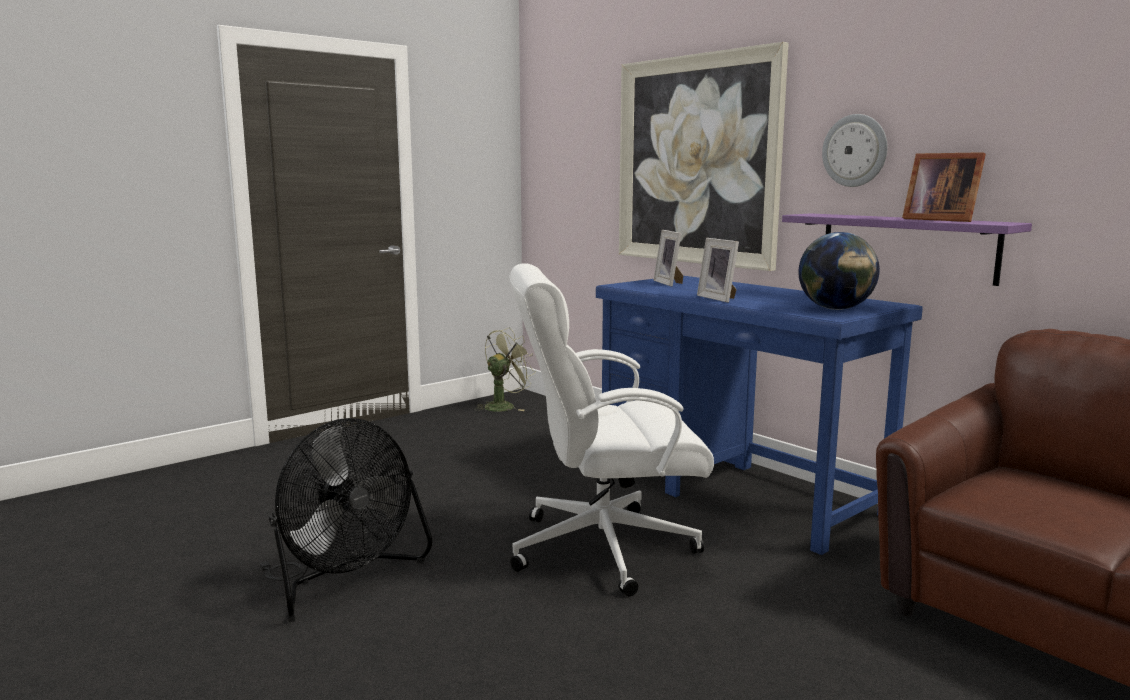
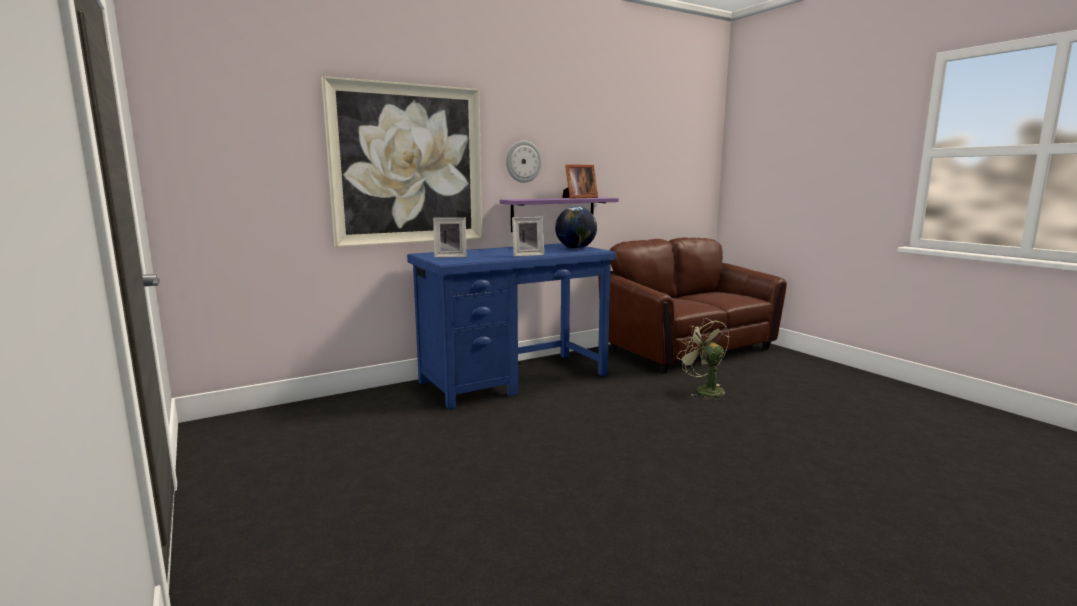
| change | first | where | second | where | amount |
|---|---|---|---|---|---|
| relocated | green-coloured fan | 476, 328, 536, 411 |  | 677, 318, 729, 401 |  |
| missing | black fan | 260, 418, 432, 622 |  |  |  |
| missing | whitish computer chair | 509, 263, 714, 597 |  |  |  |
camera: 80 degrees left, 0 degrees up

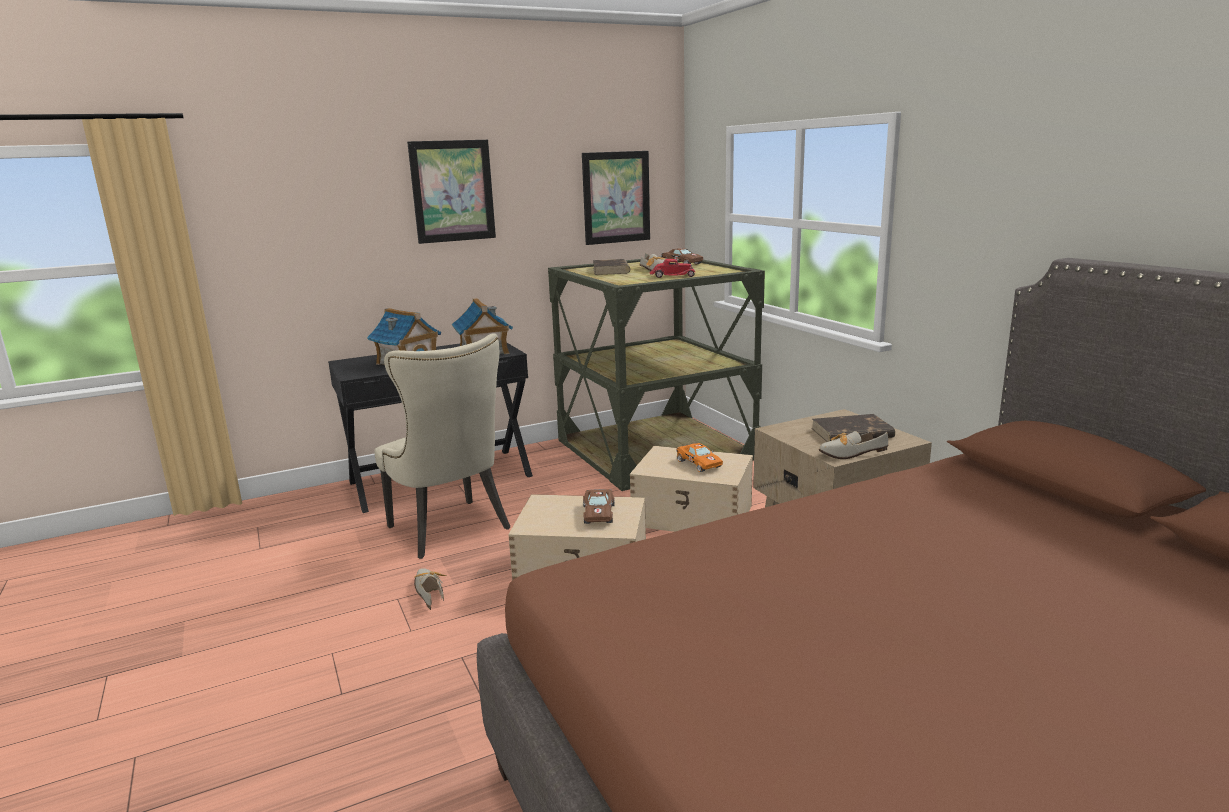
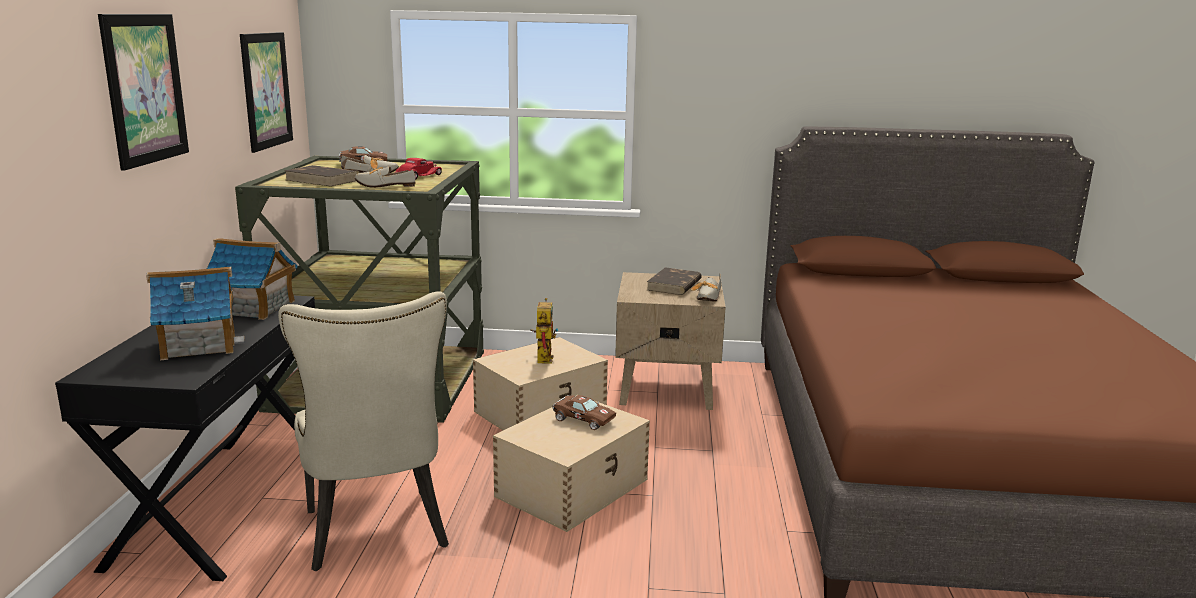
| change | first | where | second | where | amount |
|---|---|---|---|---|---|
| spun | beige plain chair | 374, 333, 511, 559 |  | 278, 291, 449, 572 | 75 degrees clockwise |
| relocated | shoe | 414, 568, 447, 610 |  | 355, 166, 415, 188 |  |
| exchanged | orangey miniature car | 676, 443, 723, 472 | toy robot | 530, 298, 558, 364 |  |
camera: 60 degrees left, 0 degrees up

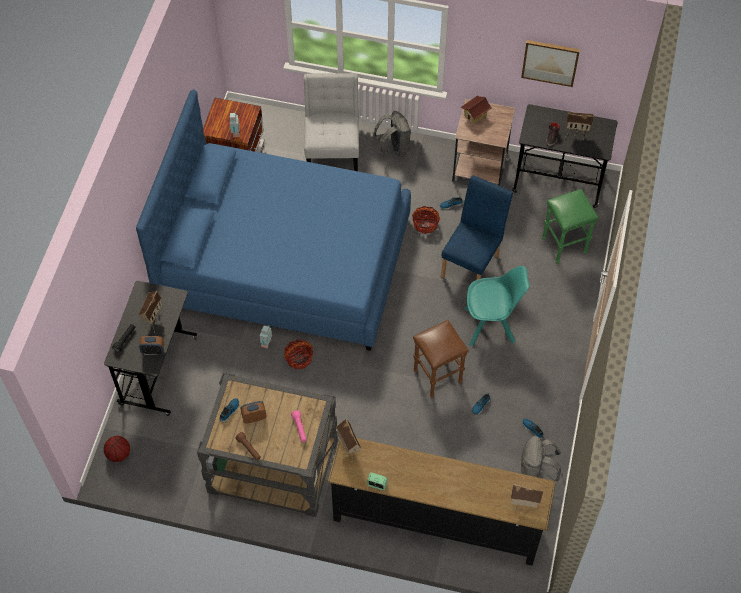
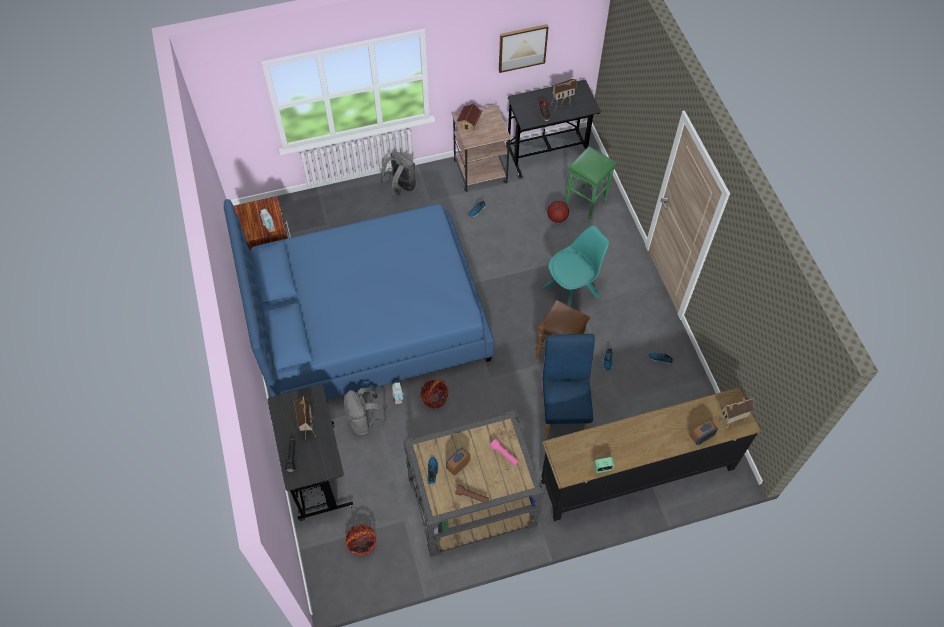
| change | first | where | second | where | amount |
|---|---|---|---|---|---|
| relocated | grey backpack | 521, 436, 561, 481 |  | 344, 388, 387, 435 |  |
| relocated | basket | 412, 206, 440, 234 |  | 345, 524, 376, 556 |  |
| relocated | bluish plain chair | 441, 175, 513, 280 |  | 542, 334, 595, 439 |  |
| relocated | basketball | 104, 436, 130, 462 |  | 547, 201, 569, 223 |  |
| relocated | alarm clock | 139, 336, 164, 355 |  | 690, 420, 718, 445 |  |
| missing | whitish plain chair | 304, 73, 359, 171 |  |  |  |
| missing | toy house | 336, 419, 361, 463 |  |  |  |
camera: 30 degrees left, 0 degrees up

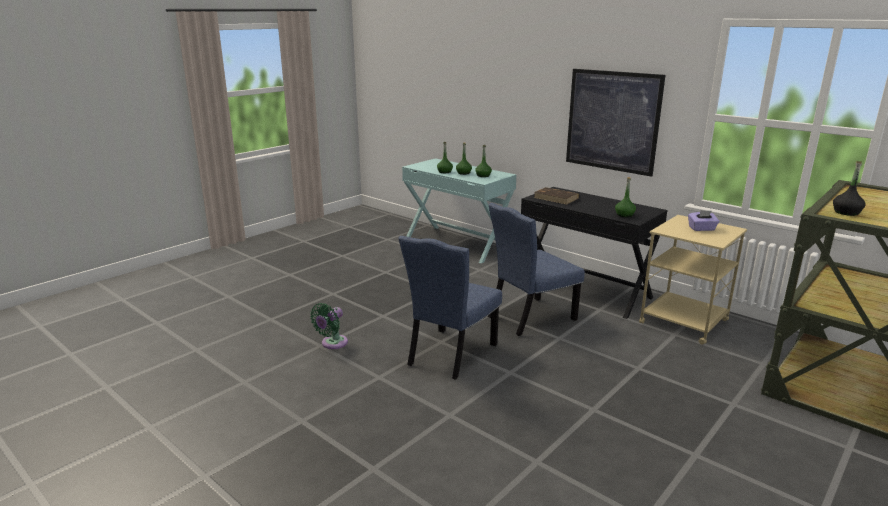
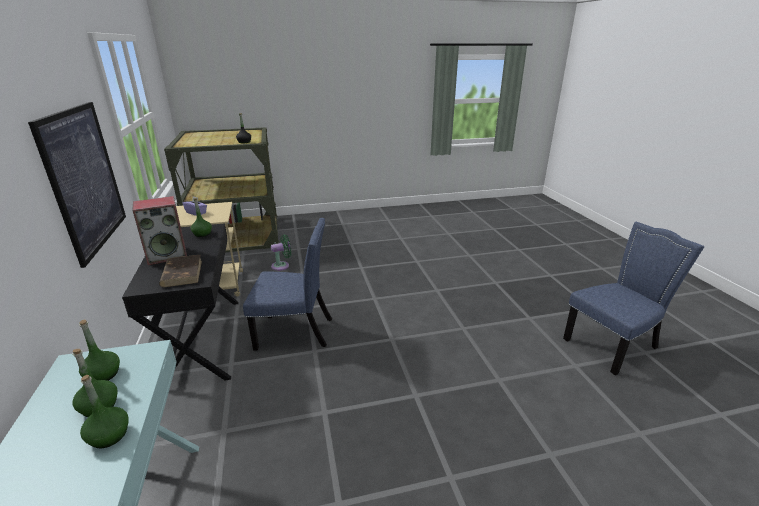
| change | first | where | second | where | amount |
|---|---|---|---|---|---|
| appeared |  |  | audio speaker | 132, 196, 187, 265 |  |
| relocated | green-coloured fan | 310, 303, 348, 349 |  | 271, 235, 291, 271 |  |
| relocated | bluish plain chair | 398, 236, 502, 380 |  | 563, 222, 705, 376 |  |
camera: 145 degrees left, 5 degrees up

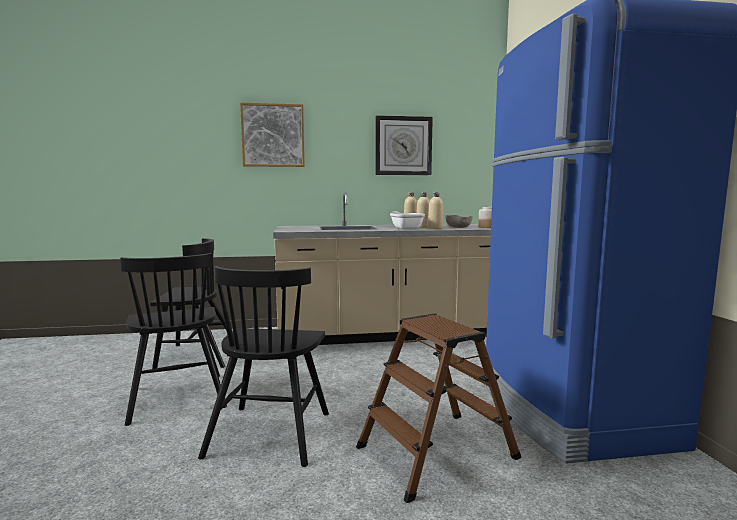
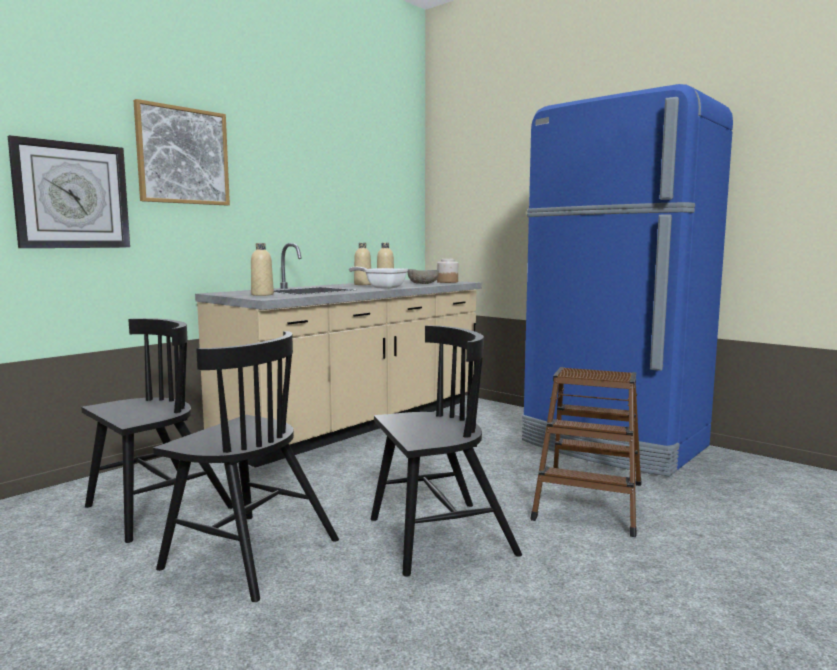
| change | first | where | second | where | amount |
|---|---|---|---|---|---|
| relocated | wall clock | 375, 115, 433, 175 |  | 8, 135, 130, 248 |  |
| relocated | beige bottle | 428, 192, 443, 229 |  | 251, 243, 274, 296 |  |
| spun | black plain chair | 198, 266, 329, 467 |  | 371, 325, 522, 577 | 75 degrees counterclockwise |
camera: 40 degrees left, 0 degrees up

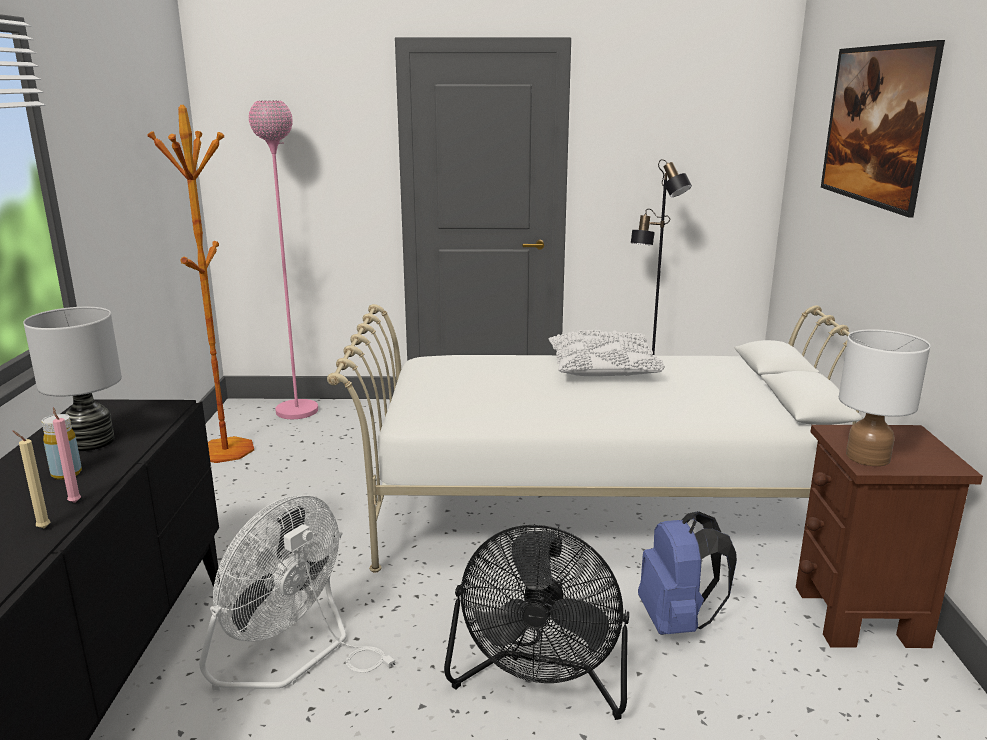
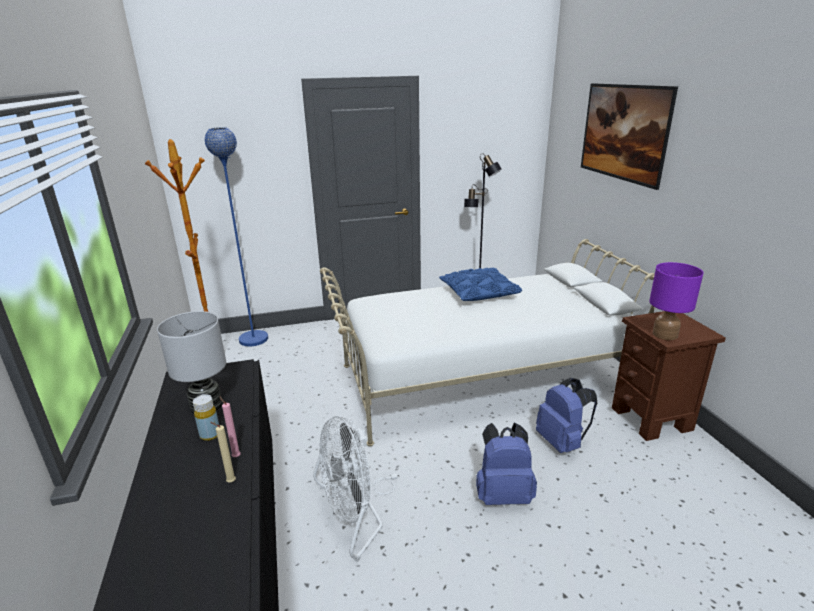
| change | first | where | second | where | amount |
|---|---|---|---|---|---|
| colour | pinkish standard lamp | 249, 101, 318, 419 | bluish standard lamp | 205, 127, 268, 346 |  |
| spun | whitish fan | 199, 495, 395, 691 |  | 313, 416, 399, 562 | 45 degrees counterclockwise |
| colour | whitish cushion | 549, 330, 665, 376 | bluish cushion | 439, 267, 522, 301 |  |
| exchanged | black fan | 444, 524, 629, 720 | bluish backpack | 476, 423, 537, 505 |  |
| colour | whitish lamp for a table | 839, 329, 930, 466 | purple-coloured lamp for a table | 649, 262, 704, 340 |  |
camera: 15 degrees left, 5 degrees up

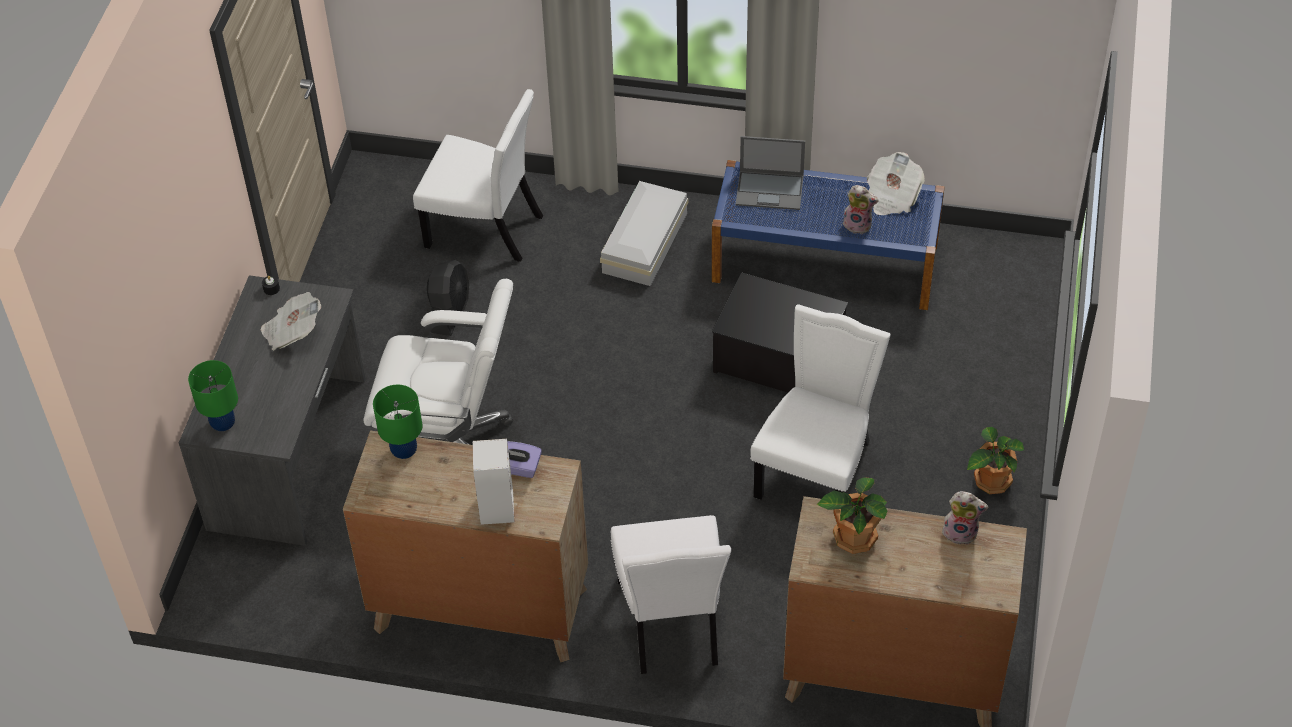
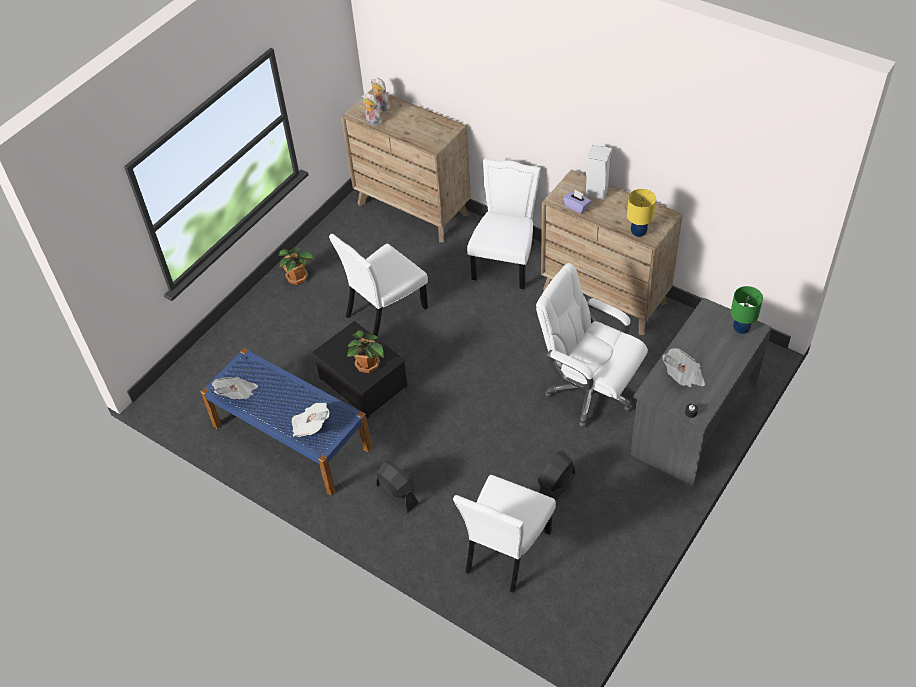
| change | first | where | second | where | amount |
|---|---|---|---|---|---|
| exchanged | portable computer | 736, 136, 805, 210 | printed paper | 292, 403, 329, 437 |  |
| relocated | plant in a pot | 817, 477, 888, 554 |  | 347, 330, 383, 373 |  |
| relocated | cuddly toy | 843, 185, 878, 234 |  | 371, 78, 390, 111 |  |
| exchanged | whitish storage box | 600, 181, 688, 286 | black fan | 375, 460, 418, 513 |  |
| spun | whitish plain chair | 413, 89, 543, 262 |  | 453, 475, 556, 592 | 105 degrees counterclockwise |
| colour | green-coloured lamp for a table | 373, 385, 423, 459 | yellow-coloured lamp for a table | 627, 189, 656, 237 |  |
camera: 155 degrees left, 0 degrees up

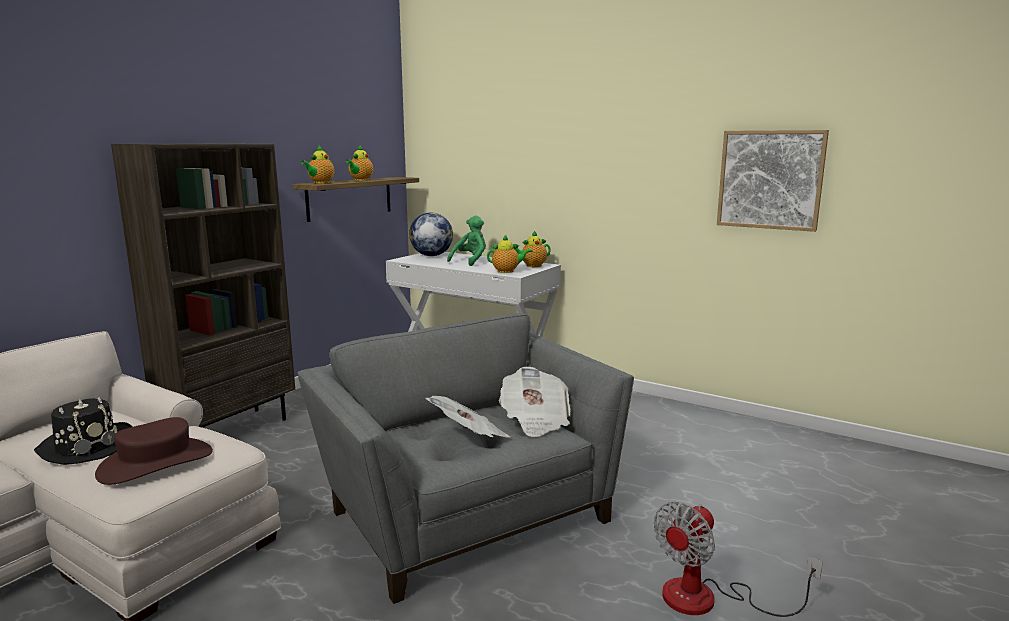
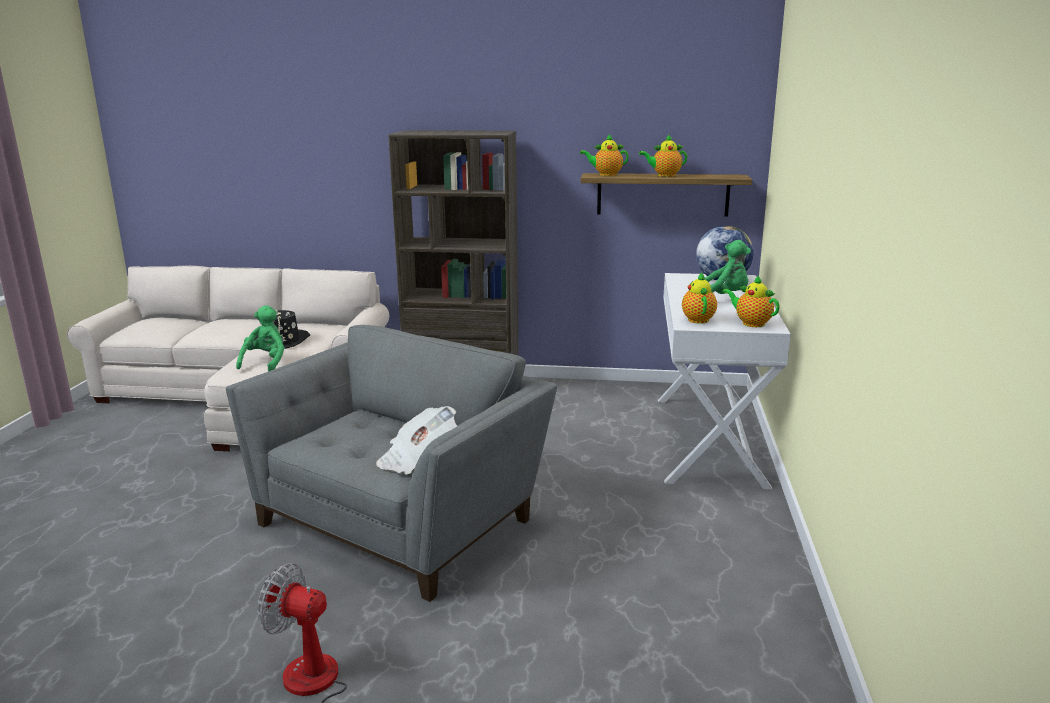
| change | first | where | second | where | amount |
|---|---|---|---|---|---|
| exchanged | brown hat | 95, 417, 213, 485 | green-coloured cuddly toy | 236, 305, 284, 371 |  |
| spun | tea pot | 487, 234, 533, 273 |  | 682, 272, 717, 324 | 150 degrees counterclockwise |
| missing | printed paper | 426, 396, 511, 438 |  |  |  |
| missing | picture | 717, 130, 829, 232 |  |  |  |
camera: 65 degrees right, 5 degrees up

